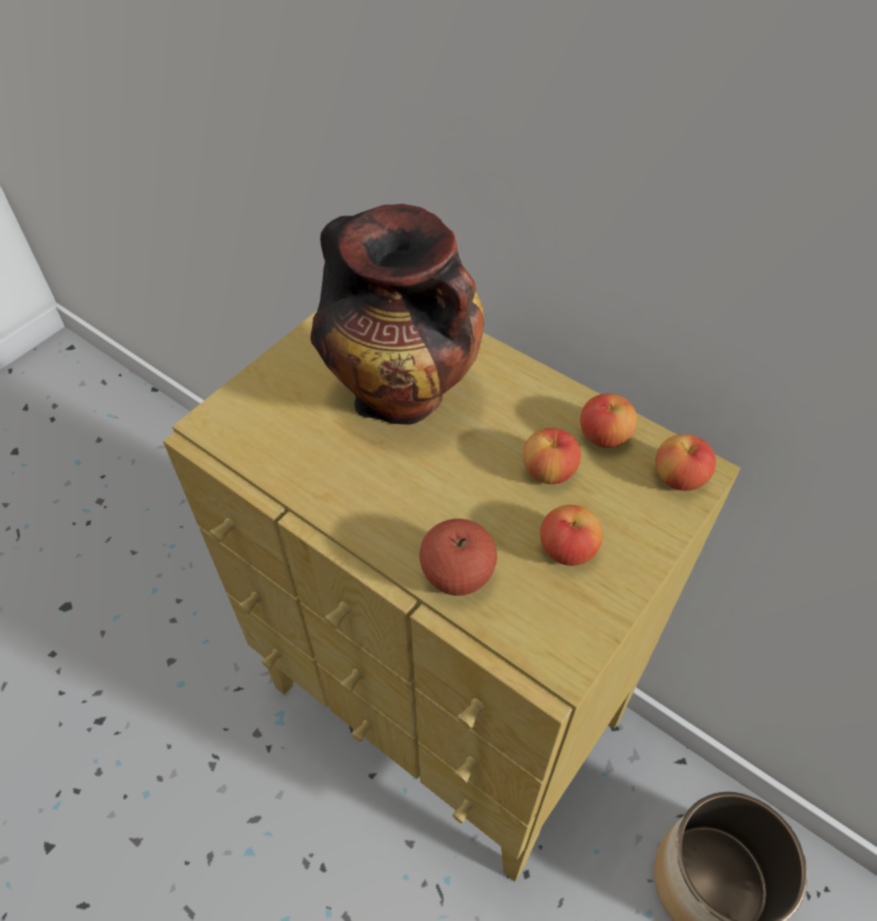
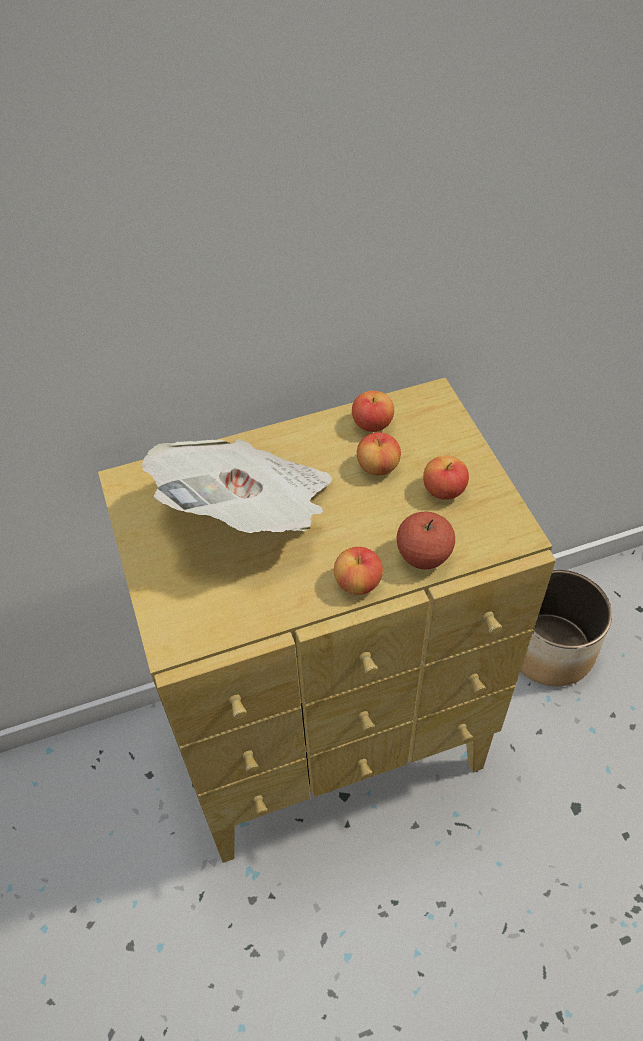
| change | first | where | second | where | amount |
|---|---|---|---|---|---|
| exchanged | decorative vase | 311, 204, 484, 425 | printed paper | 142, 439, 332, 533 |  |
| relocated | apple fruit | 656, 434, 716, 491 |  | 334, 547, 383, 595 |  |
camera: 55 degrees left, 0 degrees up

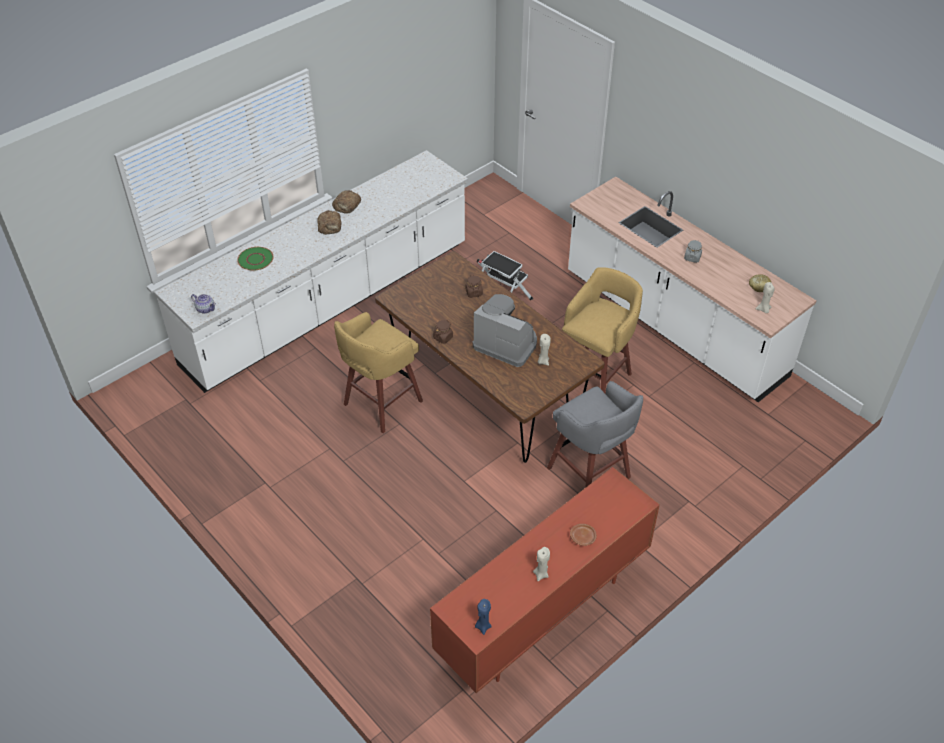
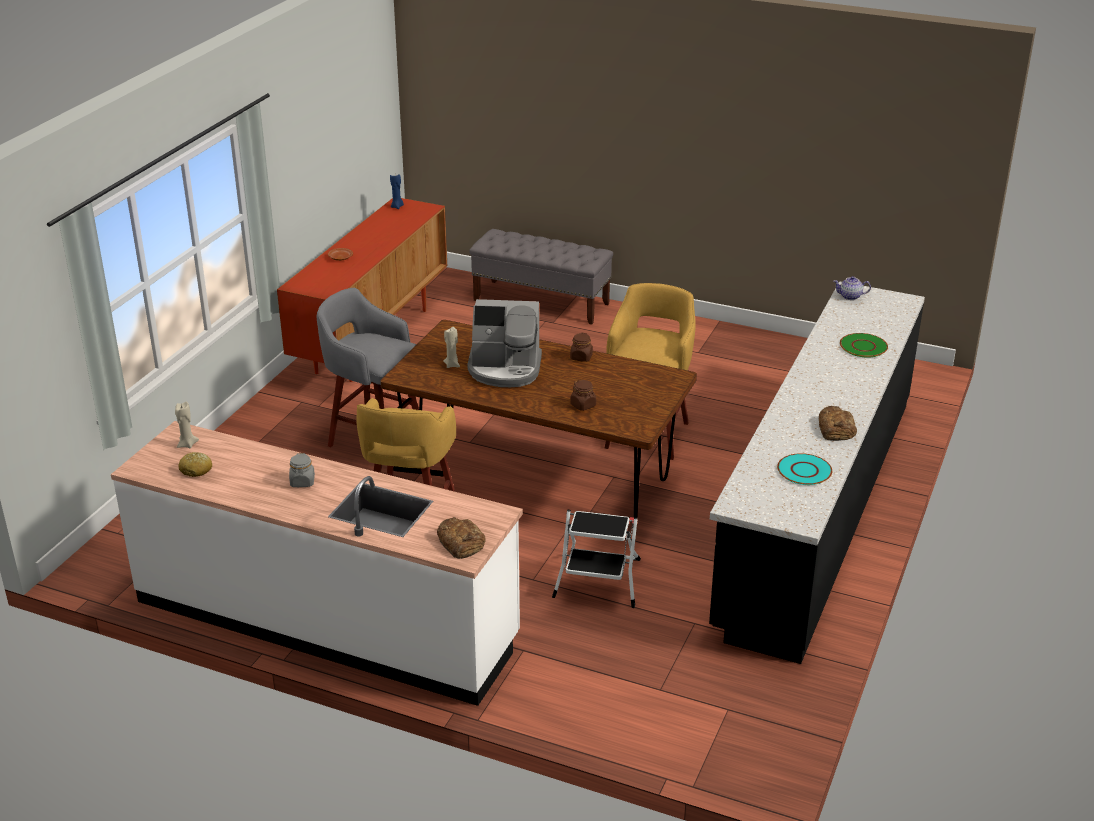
| change | first | where | second | where | amount |
|---|---|---|---|---|---|
| relocated | bakery bread | 317, 210, 342, 235 |  | 437, 517, 485, 559 |  |
| appeared |  |  | grey indoor bench | 469, 229, 613, 325 |  |
| colour | whitish kitchen counter | 154, 150, 468, 393 | black kitchen counter | 709, 281, 925, 664 |  |
| appeared |  |  | blue-green plate | 777, 453, 832, 485 |  |
| missing | beige wax light | 533, 547, 550, 581 |  |  |  |
camera: 155 degrees right, 15 degrees down

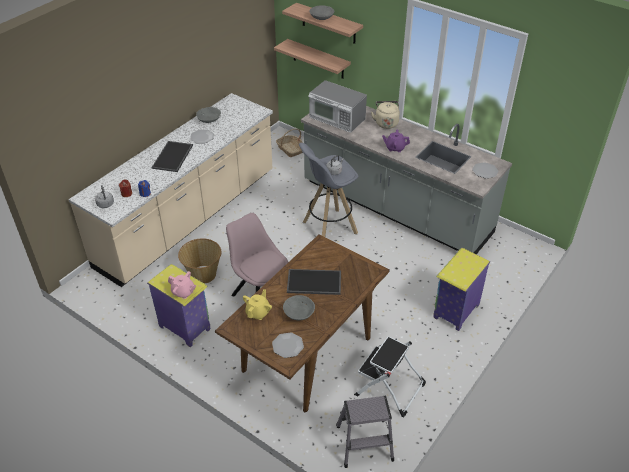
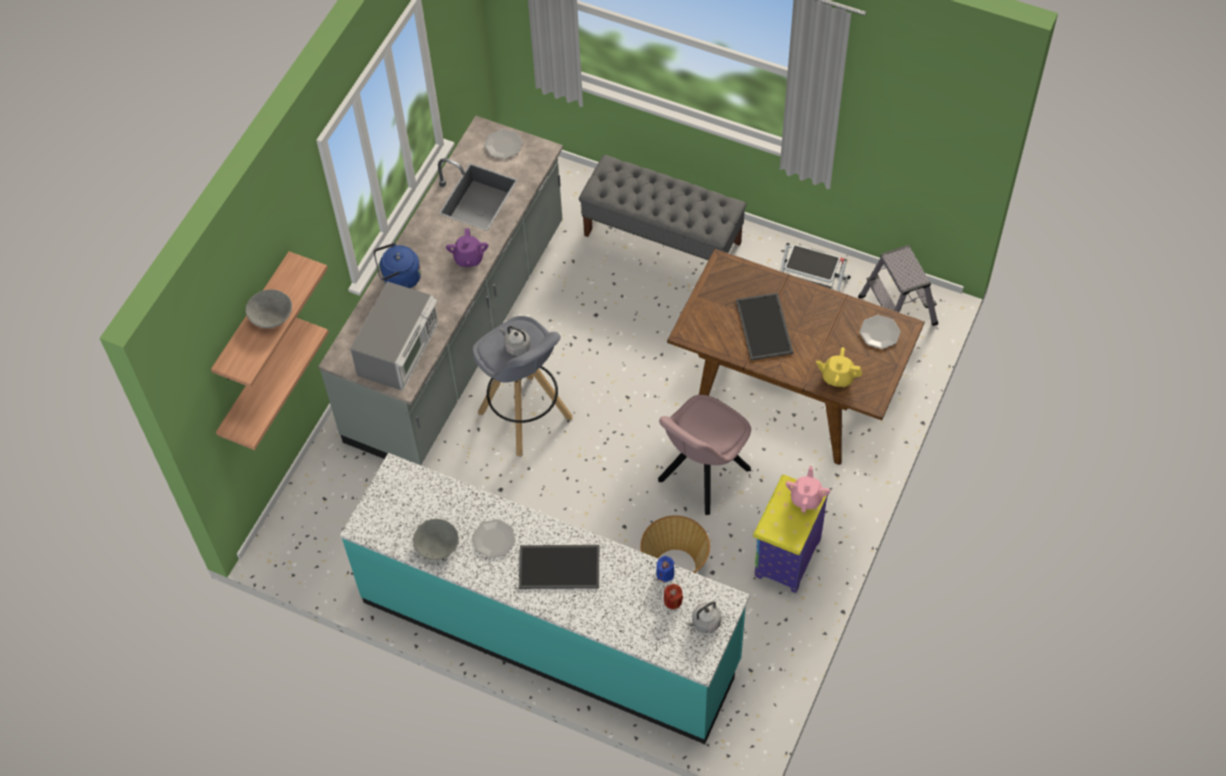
| change | first | where | second | where | amount |
|---|---|---|---|---|---|
| colour | beige kitchen counter | 68, 93, 273, 287 | blue-green kitchen counter | 340, 453, 750, 744 |  |
| colour | beige tea kettle | 371, 101, 400, 129 | bluish tea kettle | 374, 243, 421, 289 |  |
| exchanged | nightstand | 433, 248, 490, 331 | grey indoor bench | 579, 155, 747, 261 |  |
| missing | basket | 276, 128, 303, 157 |  |  |  |
| missing | grey serving bowl | 283, 295, 315, 320 |  |  |  |
camera: 100 degrees left, 15 degrees up

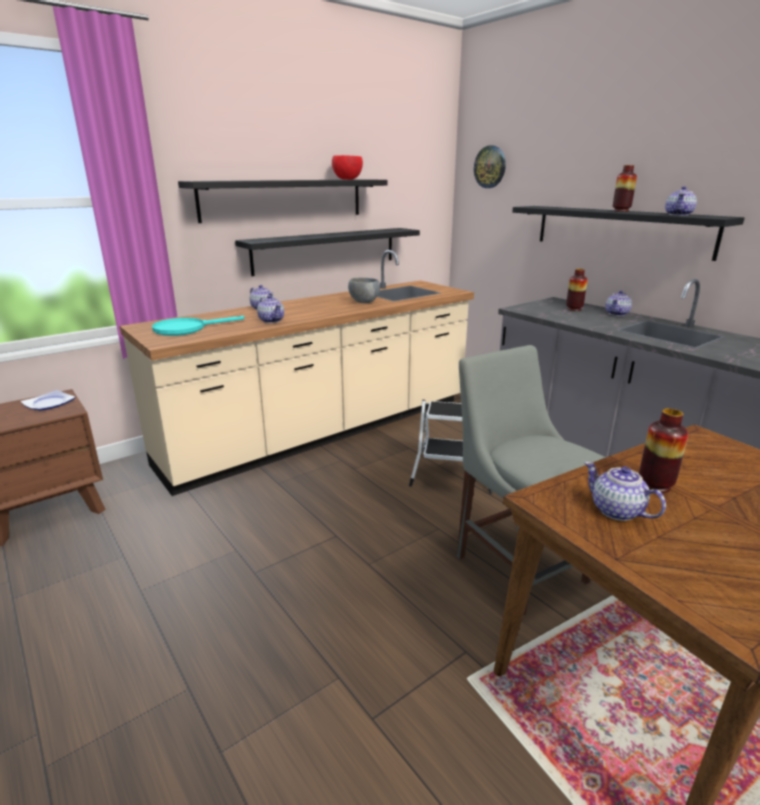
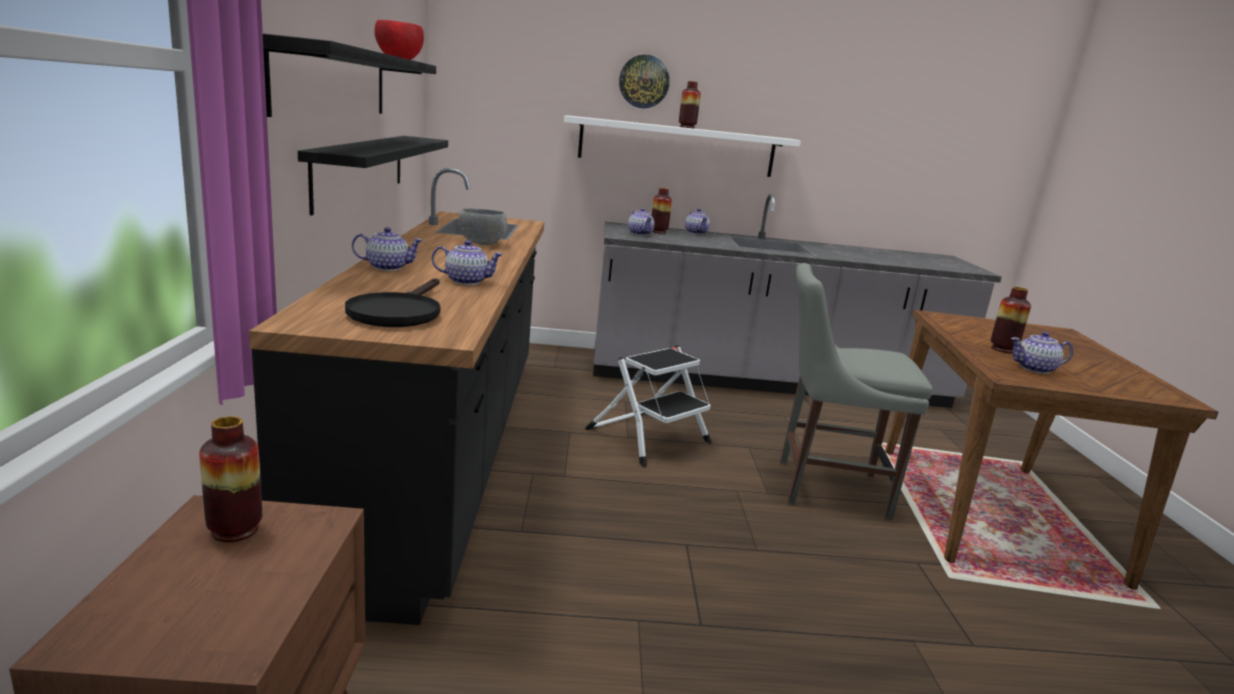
| change | first | where | second | where | amount |
|---|---|---|---|---|---|
| exchanged | plate | 21, 390, 76, 410 | decorative vase | 199, 416, 262, 542 |  |
| colour | beige kitchen counter | 119, 250, 474, 496 | black kitchen counter | 249, 168, 544, 625 |  |
| colour | blue-green pan | 152, 316, 244, 336 | black pan | 345, 278, 440, 327 |  |
| colour | black shelf | 512, 206, 745, 261 | whitish shelf | 564, 115, 801, 177 |  |
| relocated | wall clock | 474, 145, 506, 188 |  | 619, 55, 670, 108 |  |
| relocated | tea pot | 665, 186, 697, 216 |  | 628, 208, 654, 236 |  |
camera: 55 degrees left, 5 degrees down

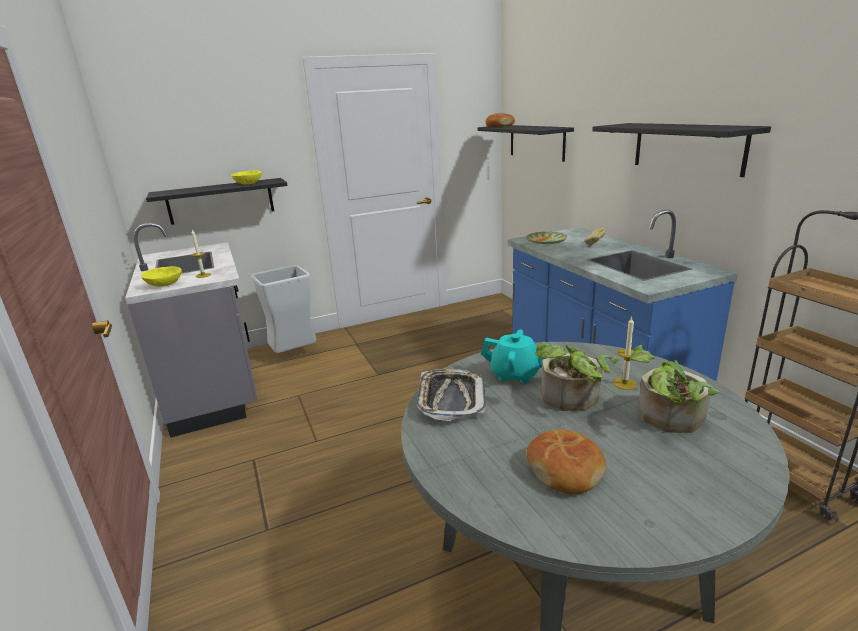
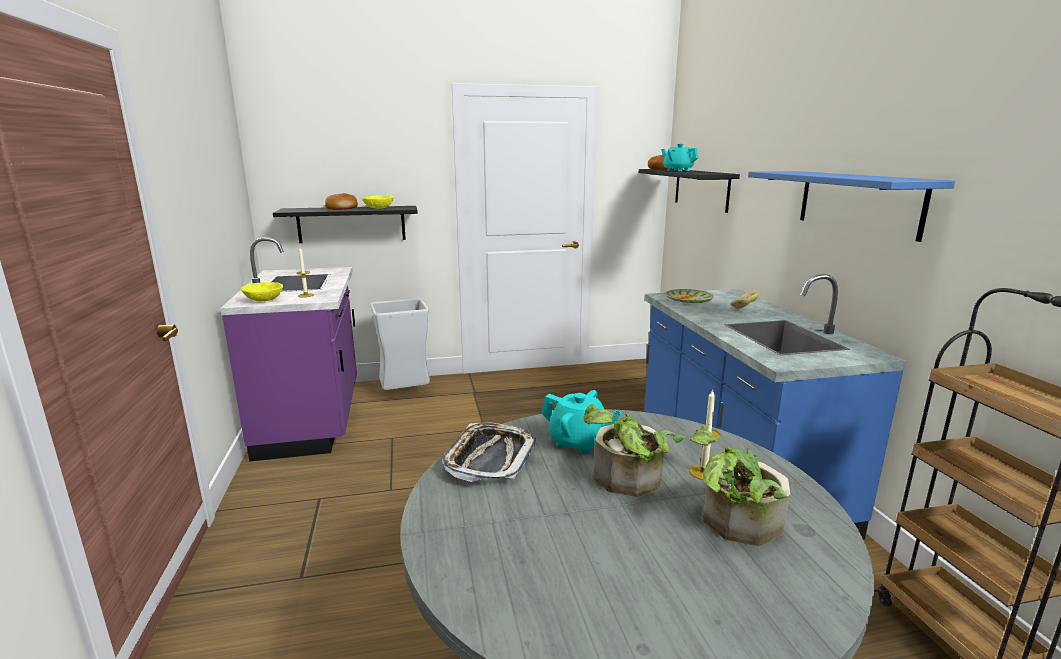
| change | first | where | second | where | amount |
|---|---|---|---|---|---|
| colour | grey kitchen counter | 125, 223, 258, 438 | purple-coloured kitchen counter | 220, 237, 357, 462 |  |
| relocated | bakery bread | 527, 430, 606, 494 |  | 325, 193, 358, 210 |  |
| appeared |  |  | blue-green tea pot | 661, 144, 698, 171 |  |
| colour | black shelf | 592, 123, 771, 177 | bluish shelf | 748, 171, 955, 242 |  |
camera: 10 degrees right, 5 degrees down

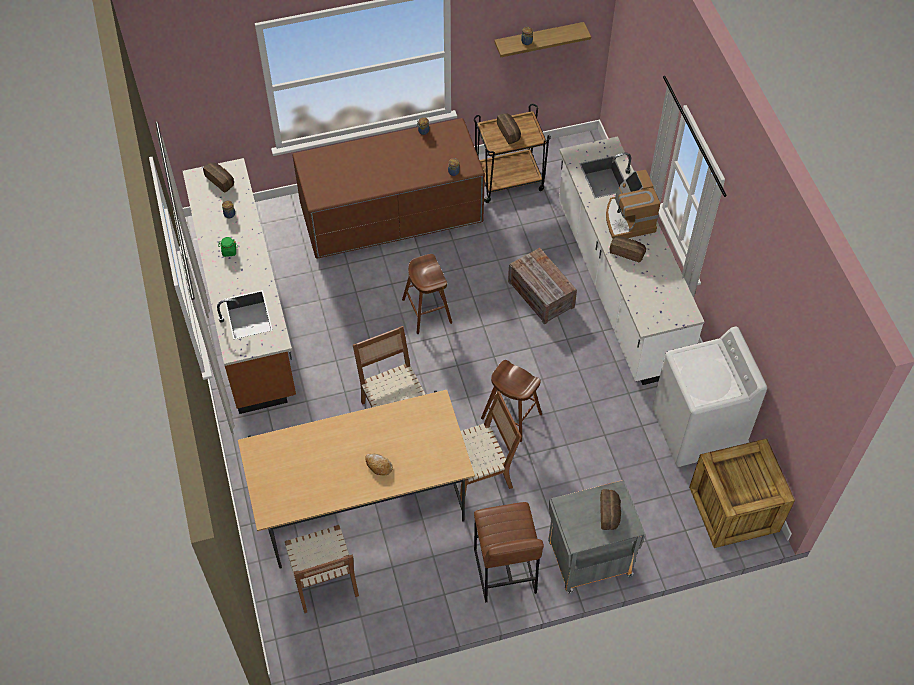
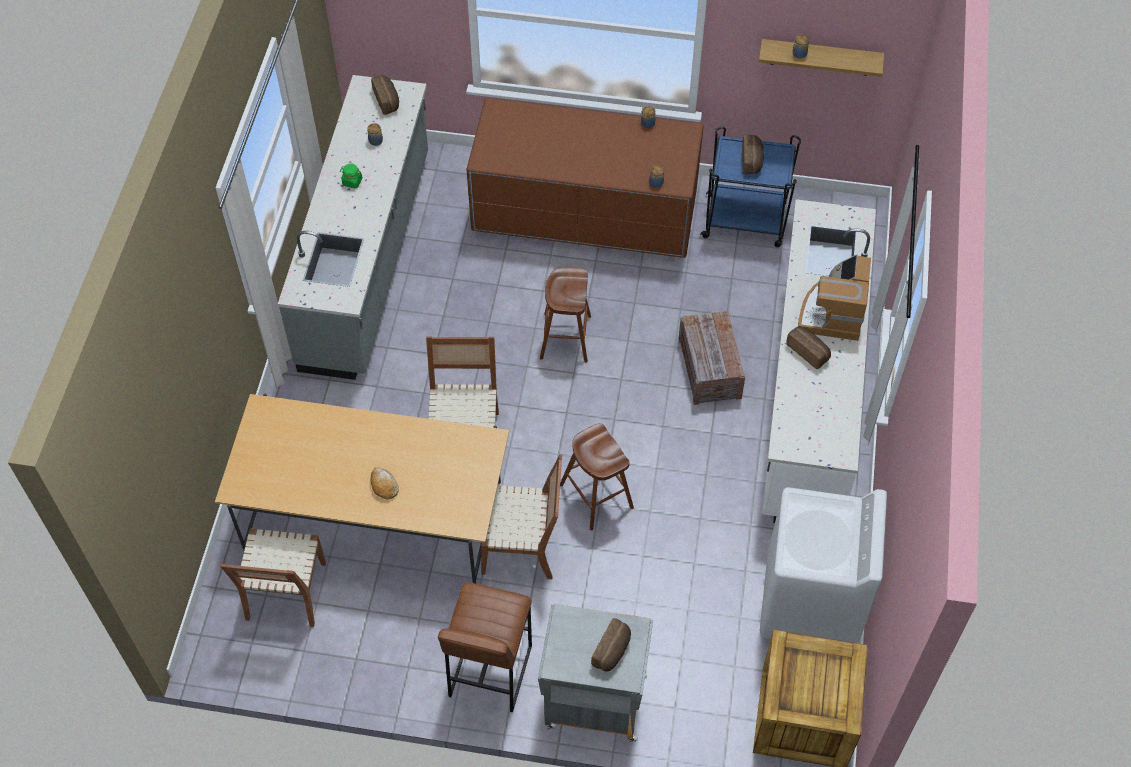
| change | first | where | second | where | amount |
|---|---|---|---|---|---|
| colour | brown kitchen counter | 183, 158, 296, 414 | grey kitchen counter | 278, 75, 428, 380 |  |
| colour | brown trolley | 474, 104, 551, 203 | bluish trolley | 700, 126, 801, 247 |  |
camera: 25 degrees right, 0 degrees up

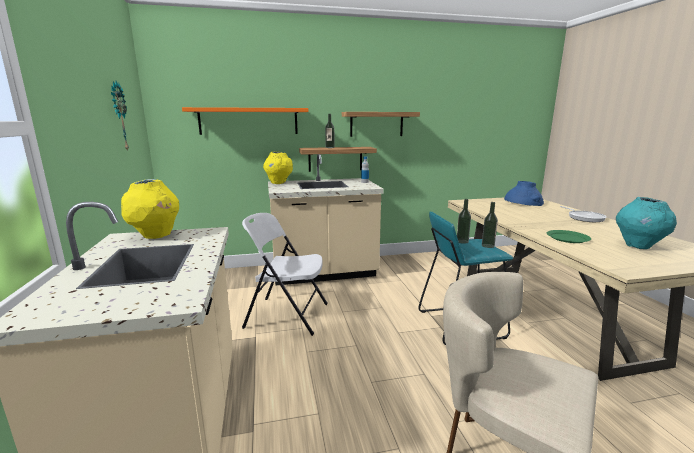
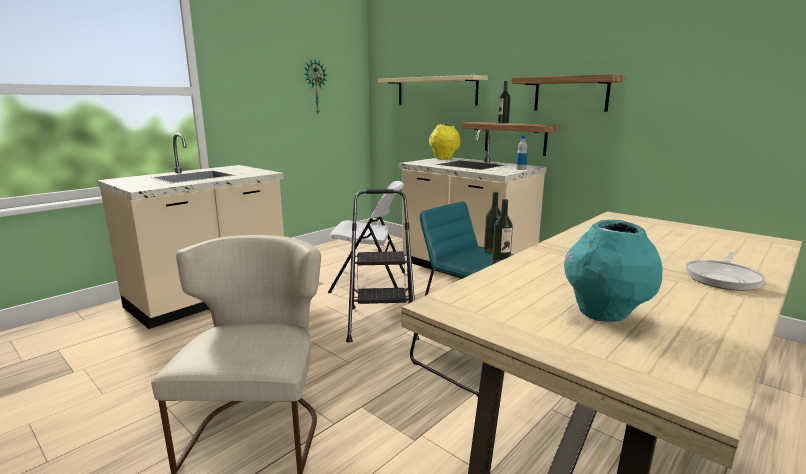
| change | first | where | second | where | amount |
|---|---|---|---|---|---|
| spun | whitish plain chair | 242, 213, 328, 336 |  | 328, 181, 405, 293 | 120 degrees clockwise |
| appeared |  |  | black stepladder | 346, 189, 419, 343 |  |
| colour | orangey shelf | 182, 107, 308, 135 | beige shelf | 378, 75, 488, 106 |  |
| missing | yellow-coloured decorative vase | 121, 179, 179, 239 |  |  |  |
| missing | bluish decorative vase | 504, 181, 544, 206 |  |  |  |
| missing | green-coloured plate | 547, 230, 591, 243 |  |  |  |
camera: 55 degrees right, 0 degrees up

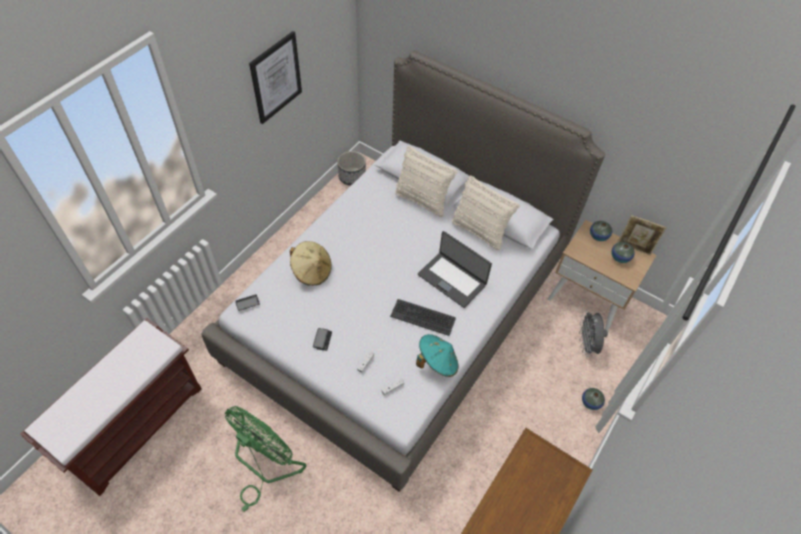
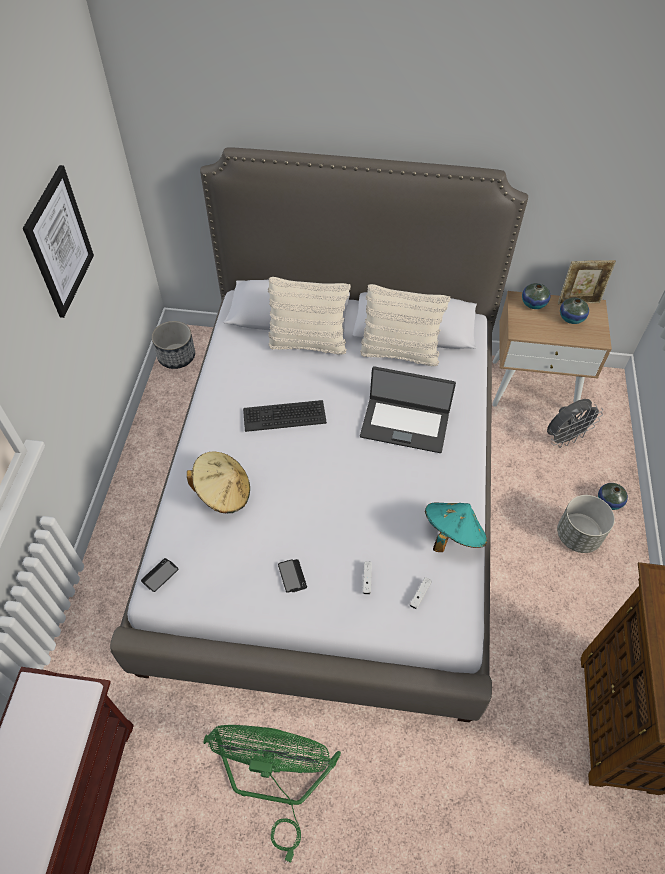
| change | first | where | second | where | amount |
|---|---|---|---|---|---|
| relocated | keyboard | 390, 299, 456, 336 |  | 243, 400, 327, 432 |  |
| spun | grey fan | 579, 309, 608, 357 |  | 547, 399, 603, 448 | 90 degrees counterclockwise |
| appeared |  |  | grey planter | 557, 495, 615, 553 |  |
camera: 25 degrees left, 0 degrees up

